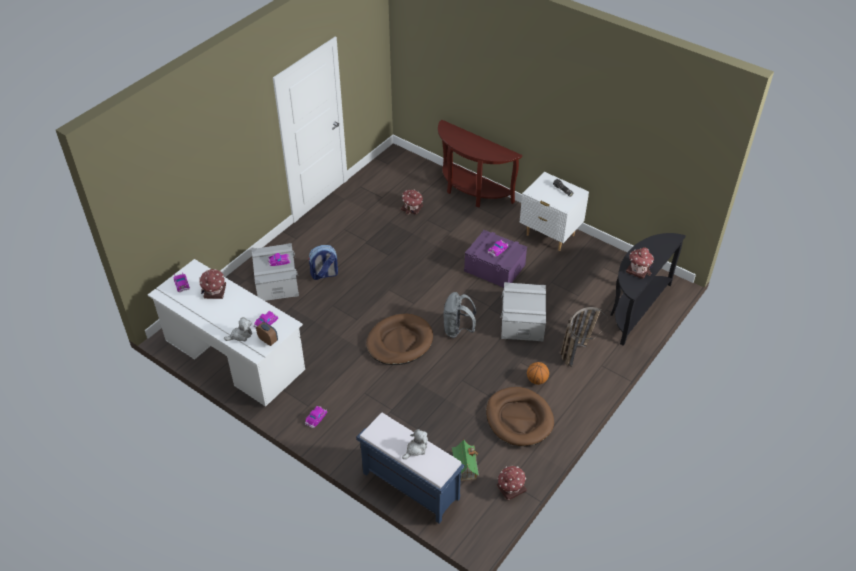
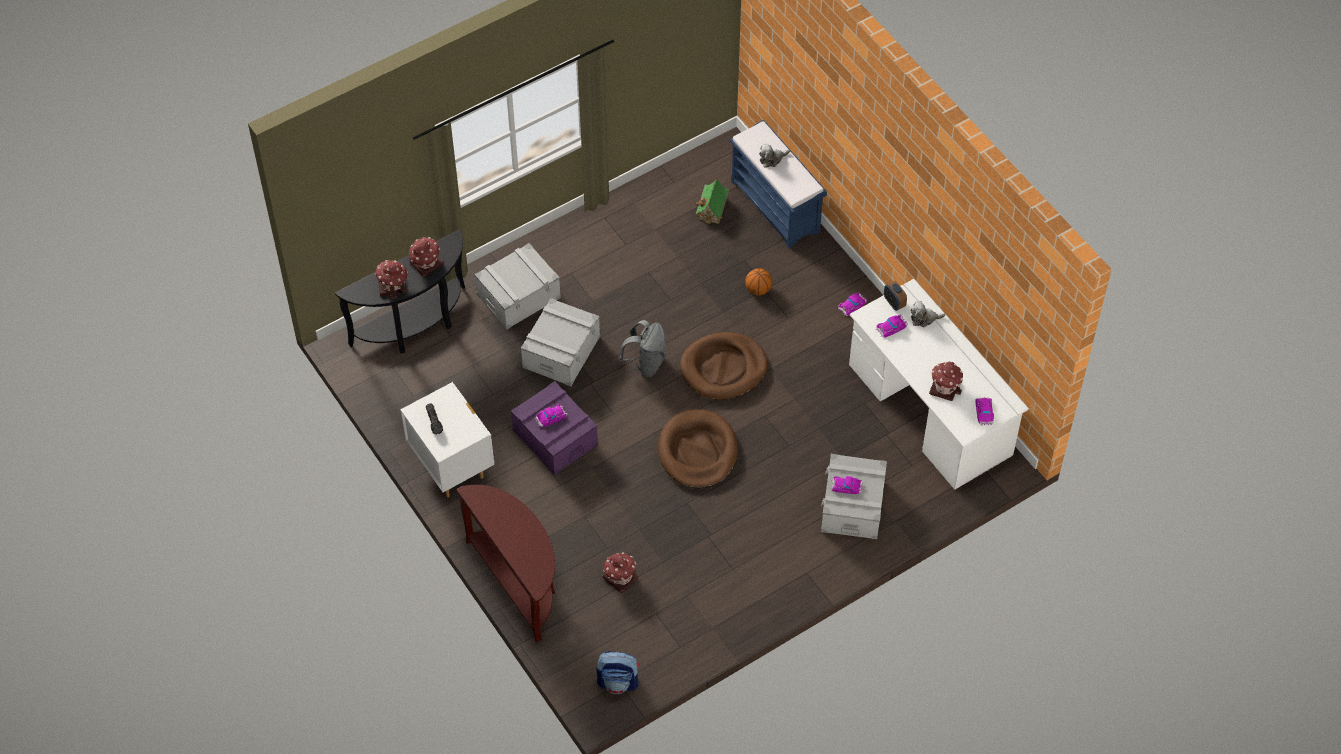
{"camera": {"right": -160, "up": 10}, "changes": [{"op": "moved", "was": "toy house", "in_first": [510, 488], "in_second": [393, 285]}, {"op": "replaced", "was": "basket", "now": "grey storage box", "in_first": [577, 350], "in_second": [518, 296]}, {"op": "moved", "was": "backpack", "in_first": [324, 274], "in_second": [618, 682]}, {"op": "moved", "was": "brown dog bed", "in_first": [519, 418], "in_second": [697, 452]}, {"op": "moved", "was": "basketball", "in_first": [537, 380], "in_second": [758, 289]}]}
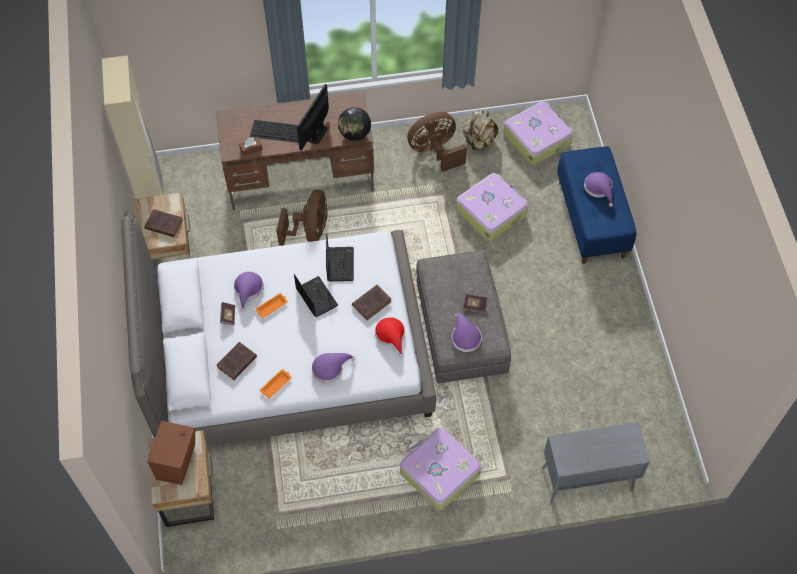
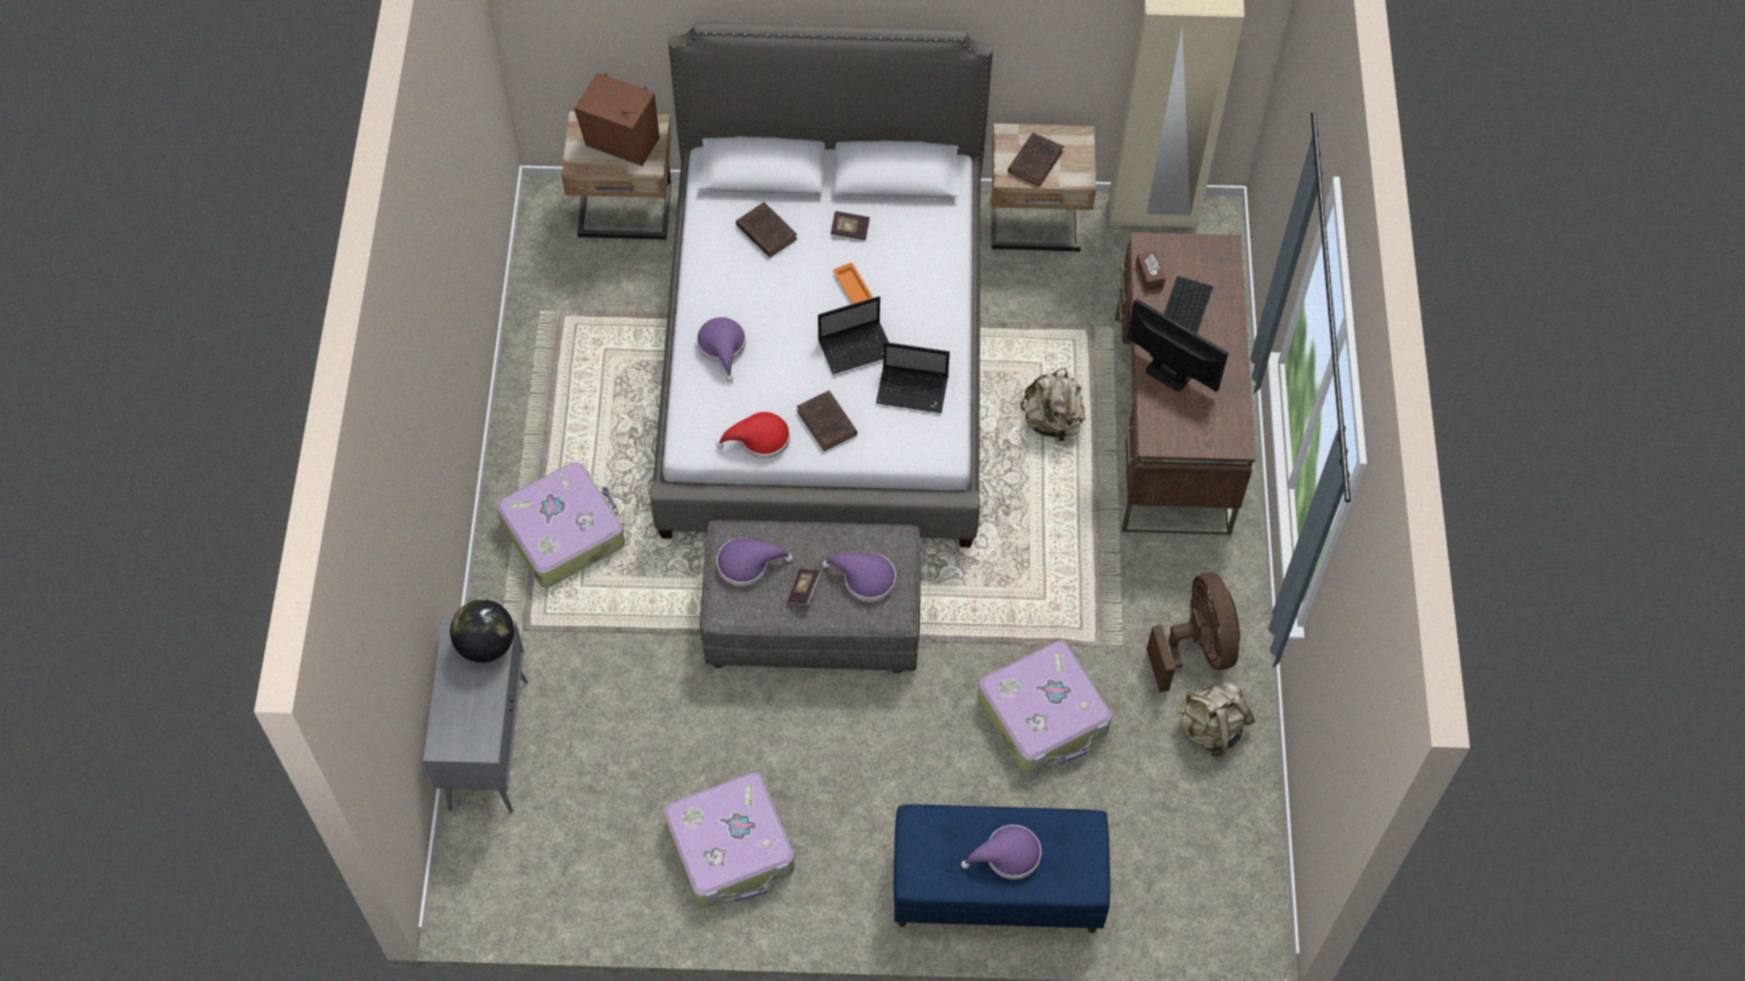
{"camera": {"right": 100, "up": 0}, "changes": [{"op": "moved", "was": "globe", "in_first": [354, 134], "in_second": [486, 645]}, {"op": "moved", "was": "suitcase", "in_first": [537, 138], "in_second": [731, 848]}, {"op": "moved", "was": "purple hat", "in_first": [248, 289], "in_second": [865, 578]}, {"op": "replaced", "was": "brown fan", "now": "beige backpack", "in_first": [310, 231], "in_second": [1052, 422]}, {"op": "removed", "was": "orange tray", "in_first": [276, 384]}]}
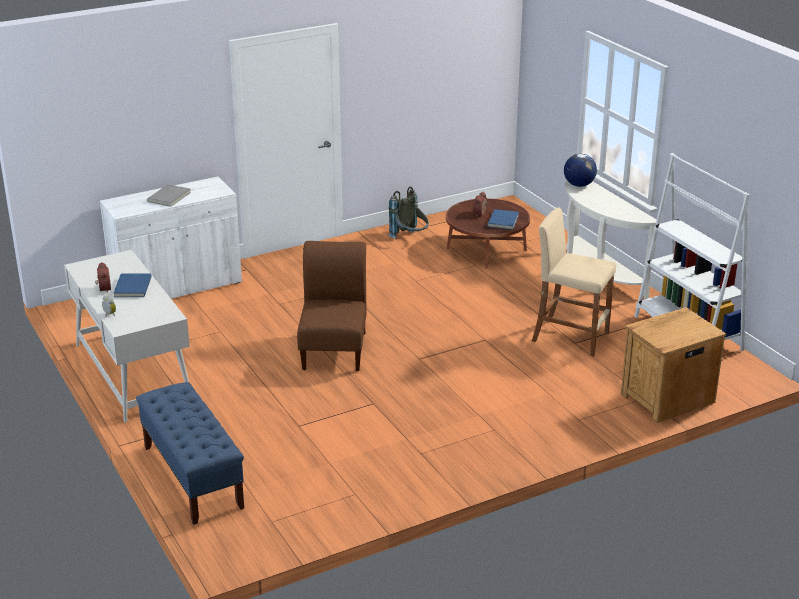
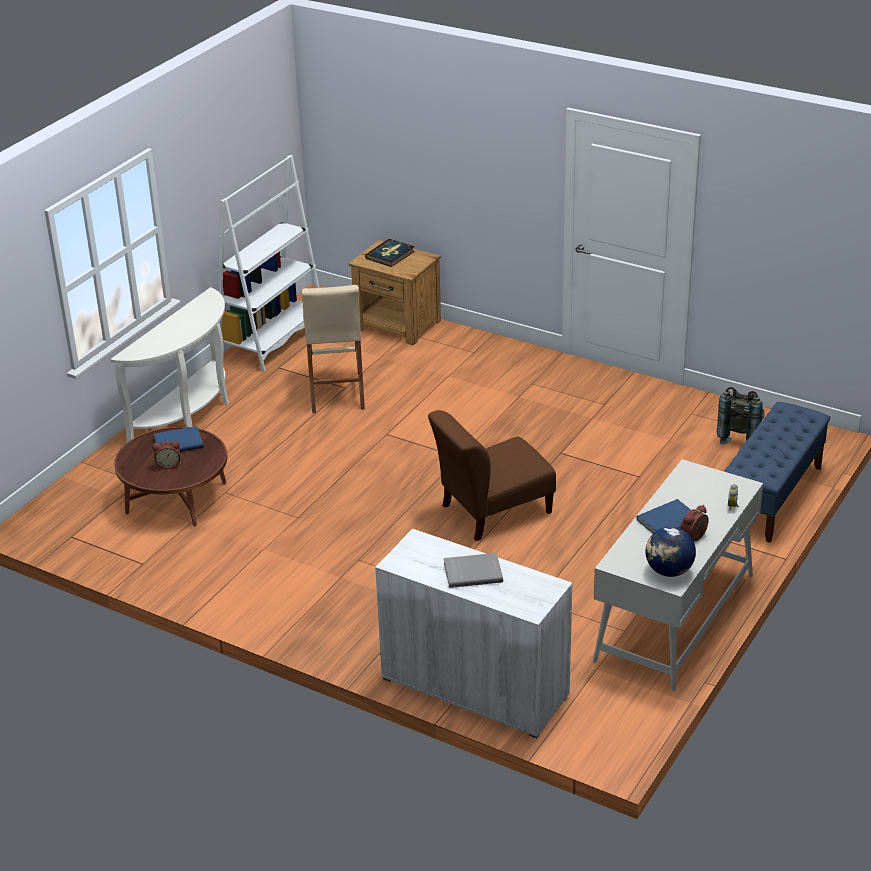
{"camera": {"right": -120, "up": 5}, "changes": [{"op": "added", "now": "book", "in_second": [390, 255]}, {"op": "moved", "was": "globe", "in_first": [579, 185], "in_second": [669, 571]}, {"op": "moved", "was": "grey backpack", "in_first": [410, 239], "in_second": [740, 437]}]}
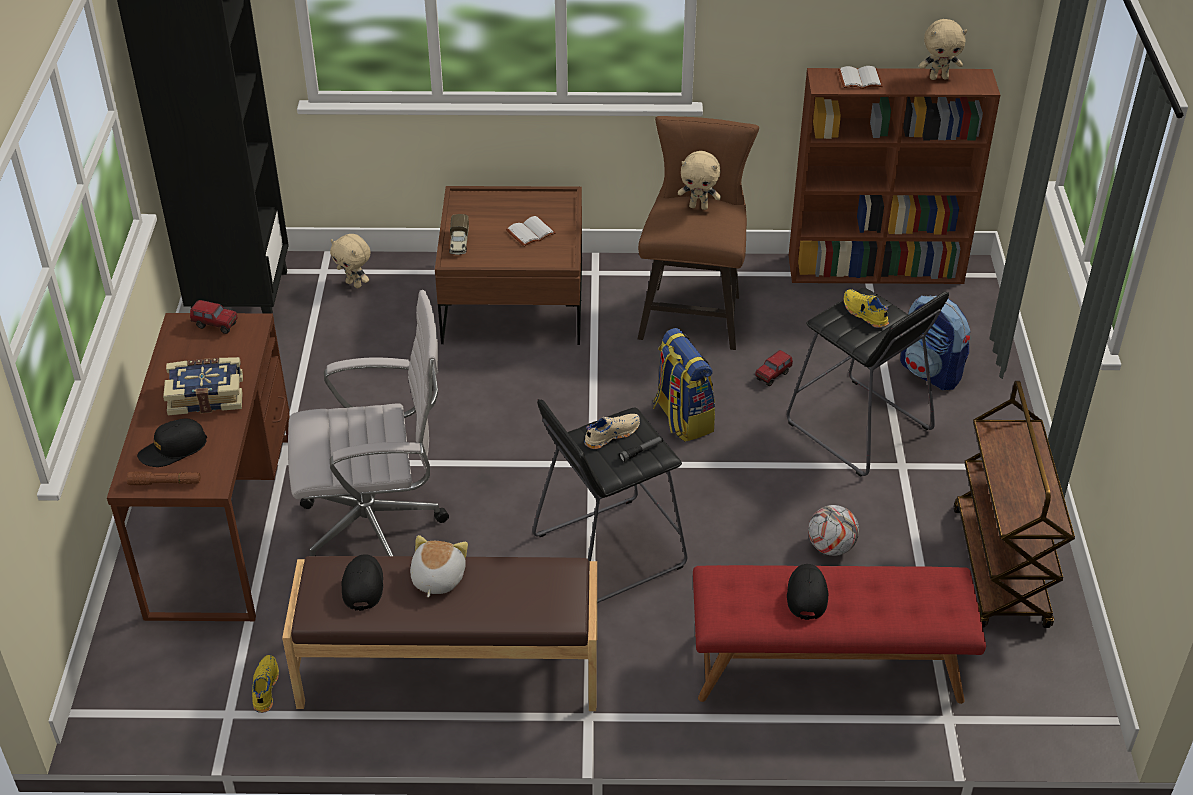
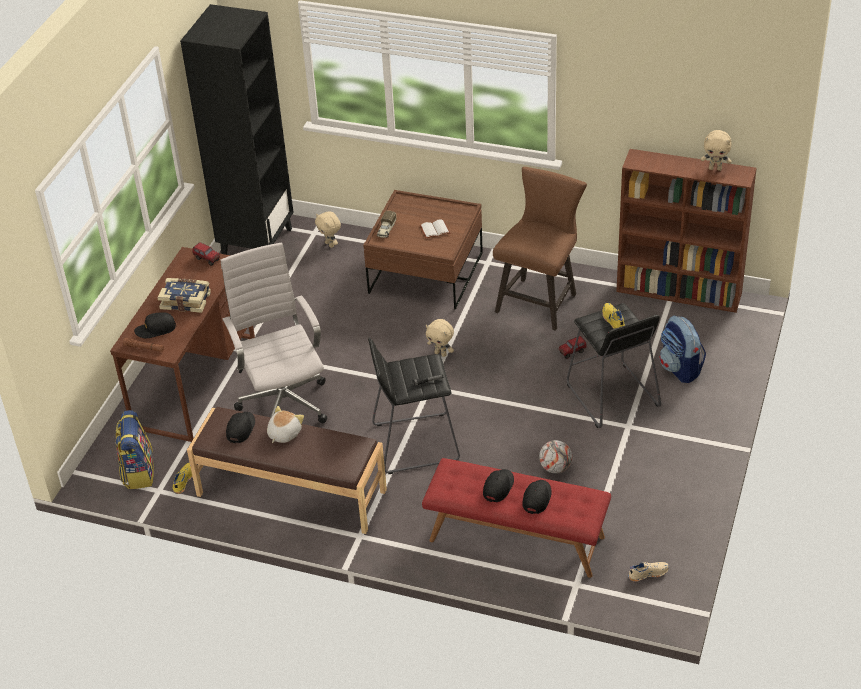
{"camera": {"right": 20, "up": 0}, "changes": [{"op": "moved", "was": "backpack", "in_first": [682, 418], "in_second": [138, 472]}, {"op": "turned", "was": "white office chair", "in_first": [378, 528], "in_second": [283, 402], "clockwise": -120}, {"op": "moved", "was": "beige plush toy", "in_first": [699, 206], "in_second": [441, 353]}, {"op": "added", "now": "black cap", "in_second": [537, 498]}, {"op": "moved", "was": "beige shoe", "in_first": [611, 435], "in_second": [647, 573]}, {"op": "removed", "was": "white book", "in_first": [860, 79]}, {"op": "removed", "was": "brown cart", "in_first": [1000, 568]}]}
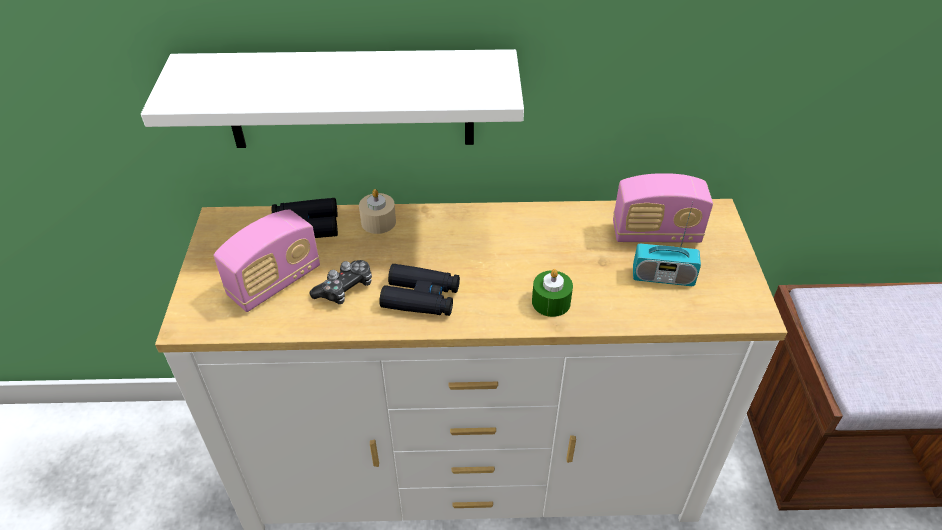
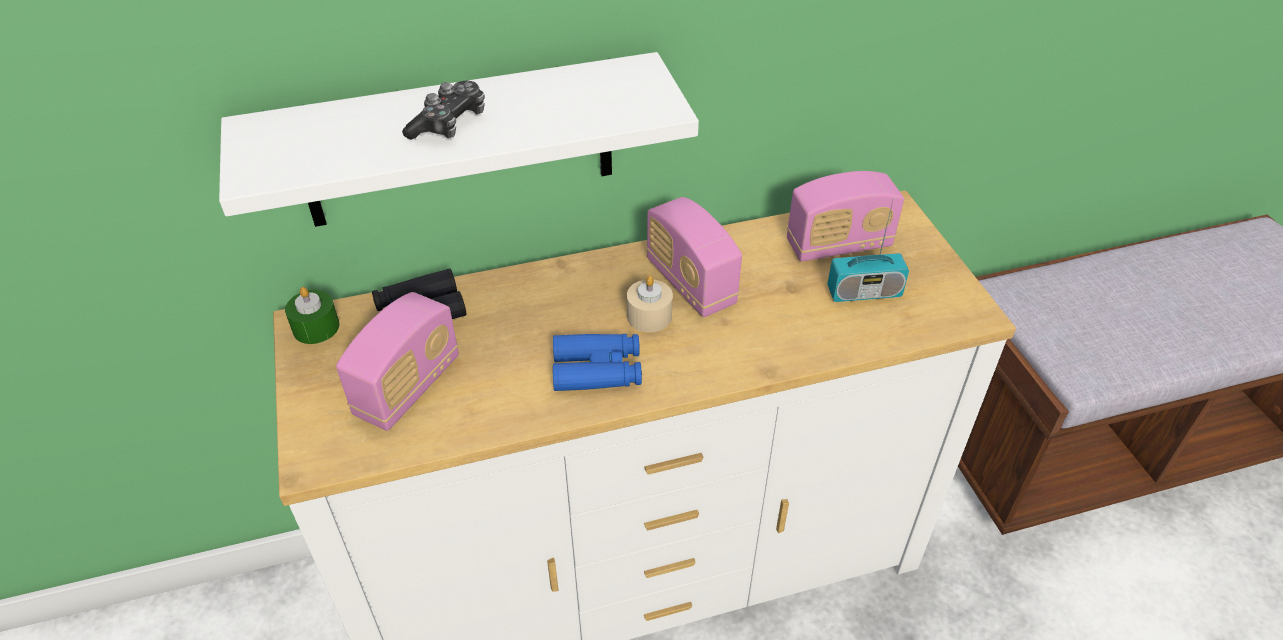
{"camera": {"right": -15, "up": 0}, "changes": [{"op": "moved", "was": "green candle", "in_first": [551, 302], "in_second": [316, 327]}, {"op": "moved", "was": "game controller", "in_first": [345, 288], "in_second": [449, 123]}, {"op": "recoloured", "was": "black binoculars", "now": "blue binoculars", "in_first": [421, 297], "in_second": [597, 370]}, {"op": "moved", "was": "beige candle", "in_first": [378, 222], "in_second": [649, 316]}, {"op": "added", "now": "radio", "in_second": [690, 283]}]}
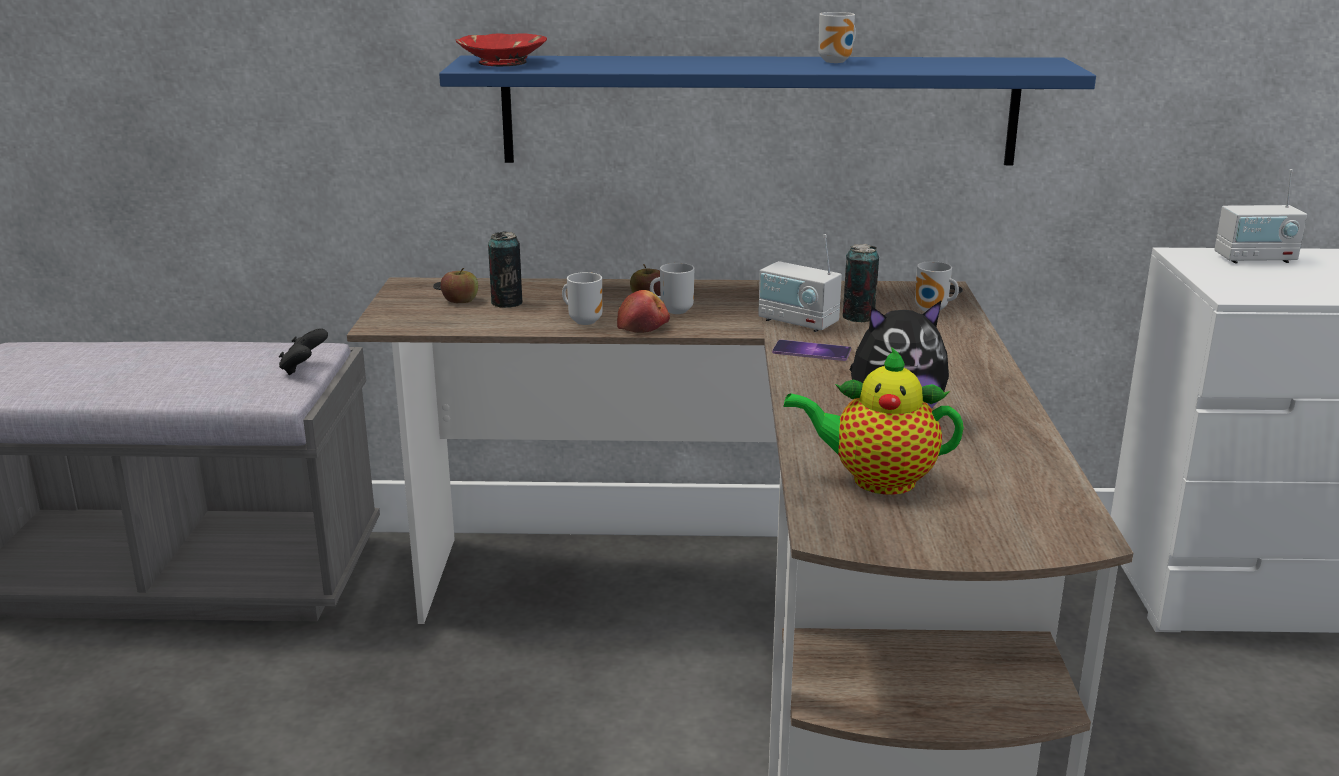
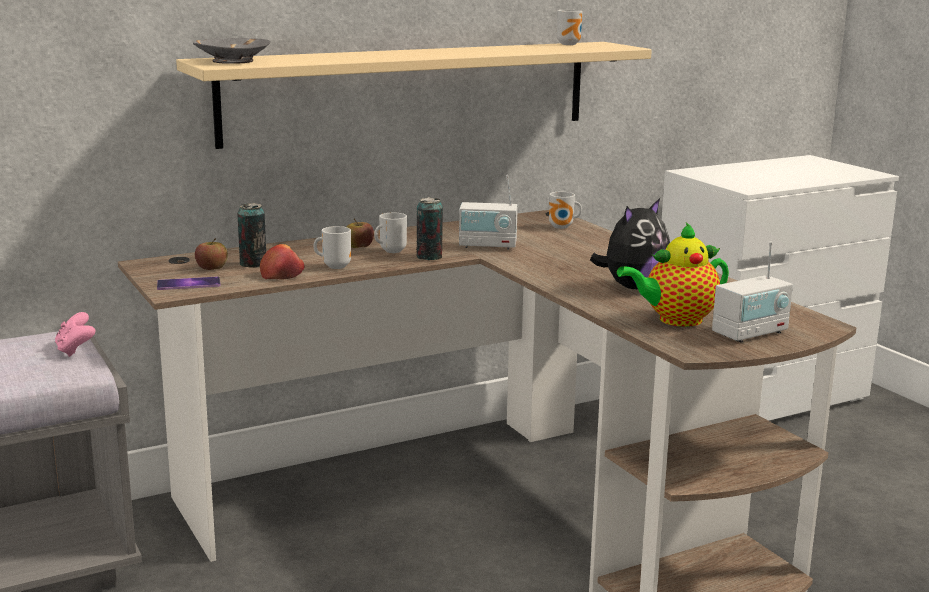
{"camera": {"right": -30, "up": -5}, "changes": [{"op": "recoloured", "was": "black game controller", "now": "pink game controller", "in_first": [304, 369], "in_second": [75, 350]}, {"op": "moved", "was": "phone", "in_first": [811, 351], "in_second": [189, 284]}, {"op": "recoloured", "was": "blue shelf", "now": "beige shelf", "in_first": [759, 110], "in_second": [410, 91]}, {"op": "recoloured", "was": "red bowl", "now": "grey bowl", "in_first": [502, 62], "in_second": [232, 61]}, {"op": "moved", "was": "apple", "in_first": [643, 326], "in_second": [283, 274]}, {"op": "moved", "was": "can", "in_first": [858, 317], "in_second": [429, 257]}, {"op": "moved", "was": "mug", "in_first": [837, 61], "in_second": [570, 44]}, {"op": "moved", "was": "radio", "in_first": [1255, 259], "in_second": [750, 333]}]}
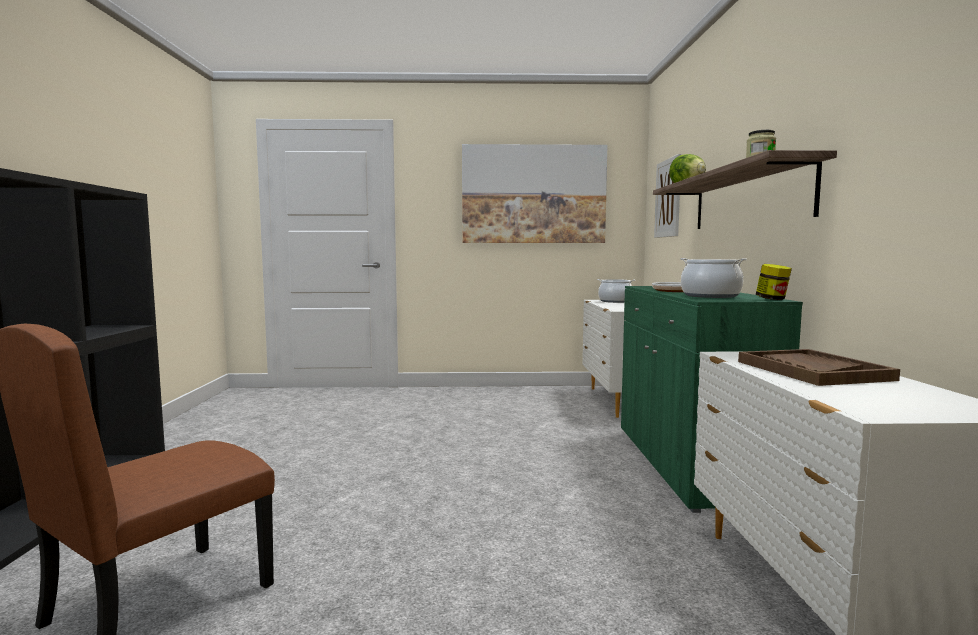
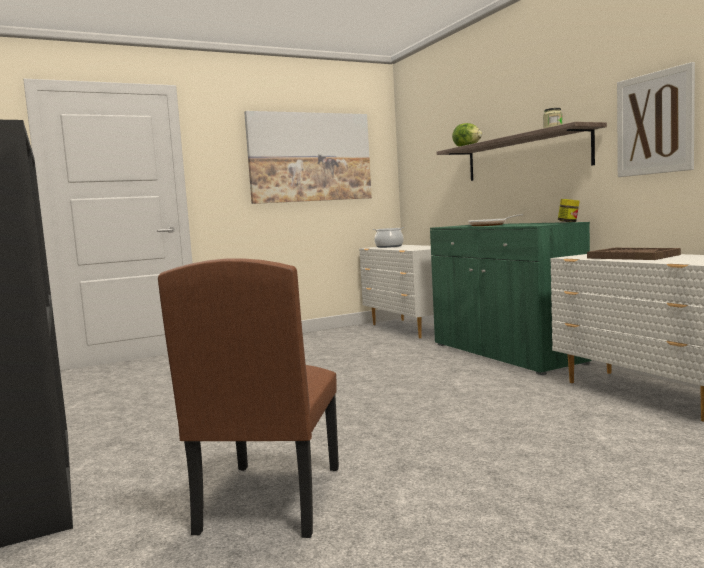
{"camera": {"right": -25, "up": 0}, "changes": [{"op": "moved", "was": "picture", "in_first": [668, 198], "in_second": [654, 123]}, {"op": "removed", "was": "cooking pot", "in_first": [710, 296]}]}
